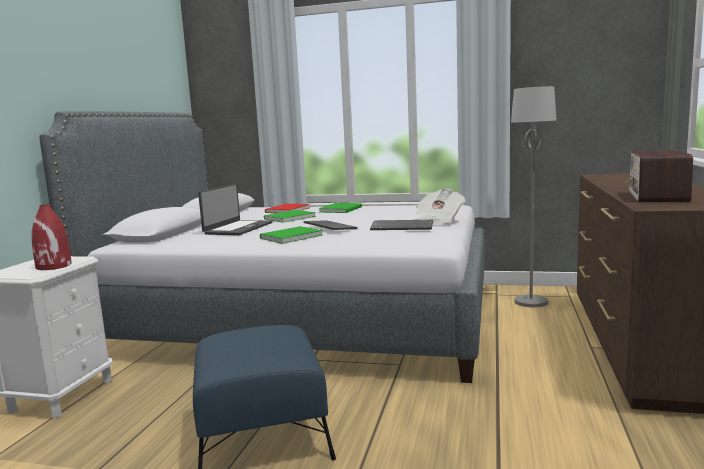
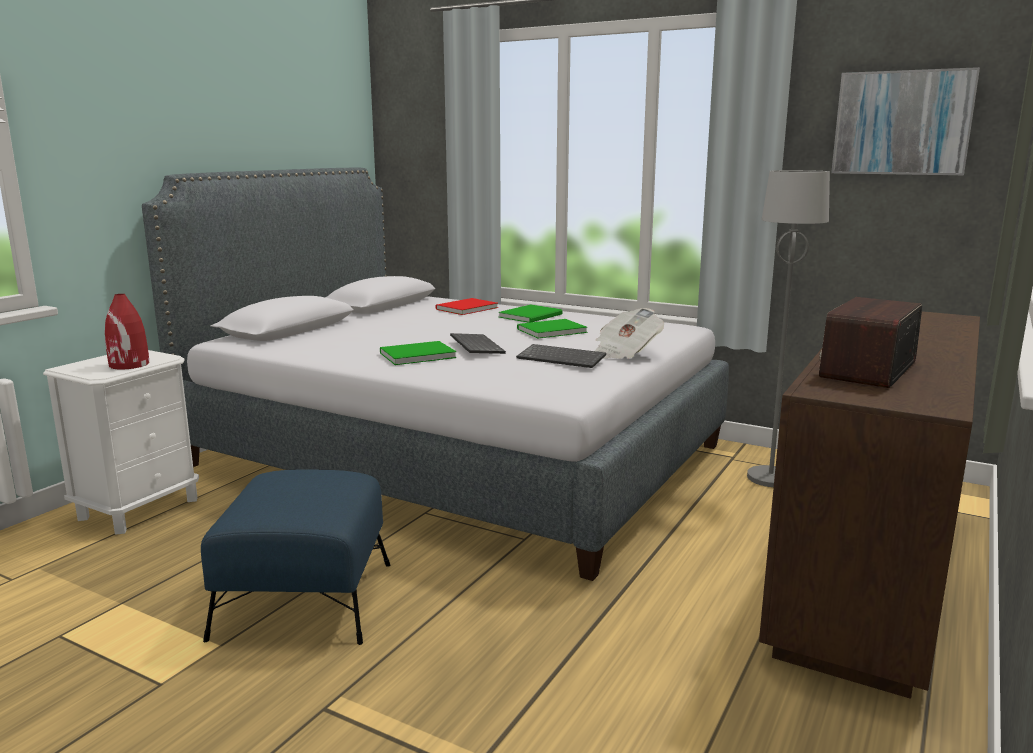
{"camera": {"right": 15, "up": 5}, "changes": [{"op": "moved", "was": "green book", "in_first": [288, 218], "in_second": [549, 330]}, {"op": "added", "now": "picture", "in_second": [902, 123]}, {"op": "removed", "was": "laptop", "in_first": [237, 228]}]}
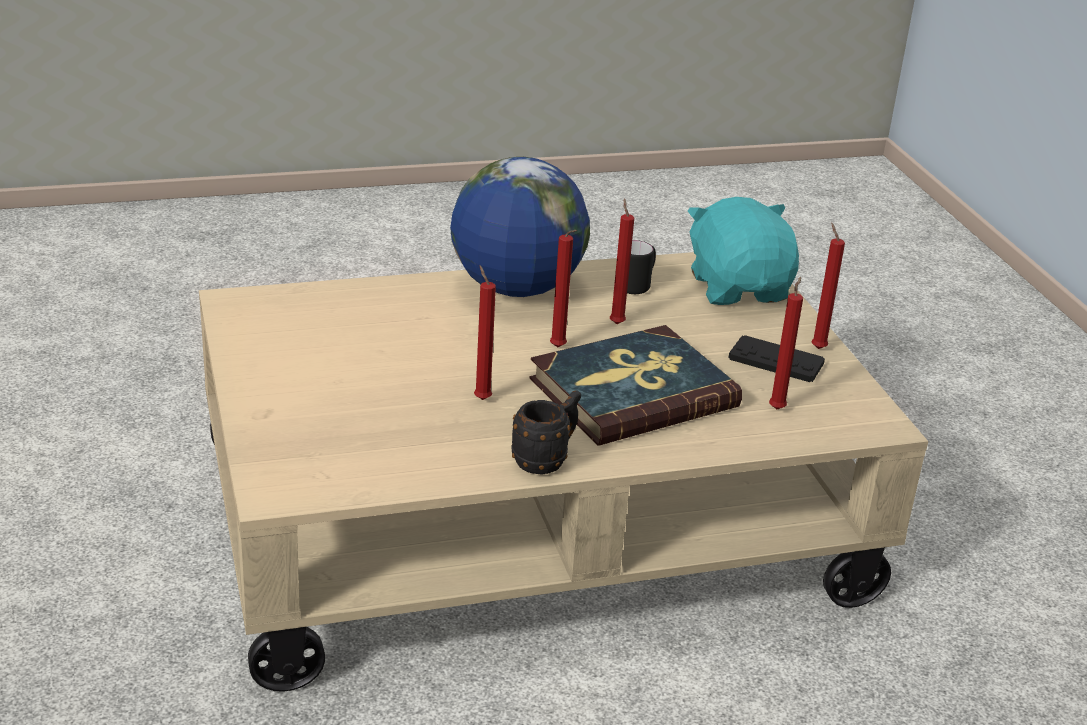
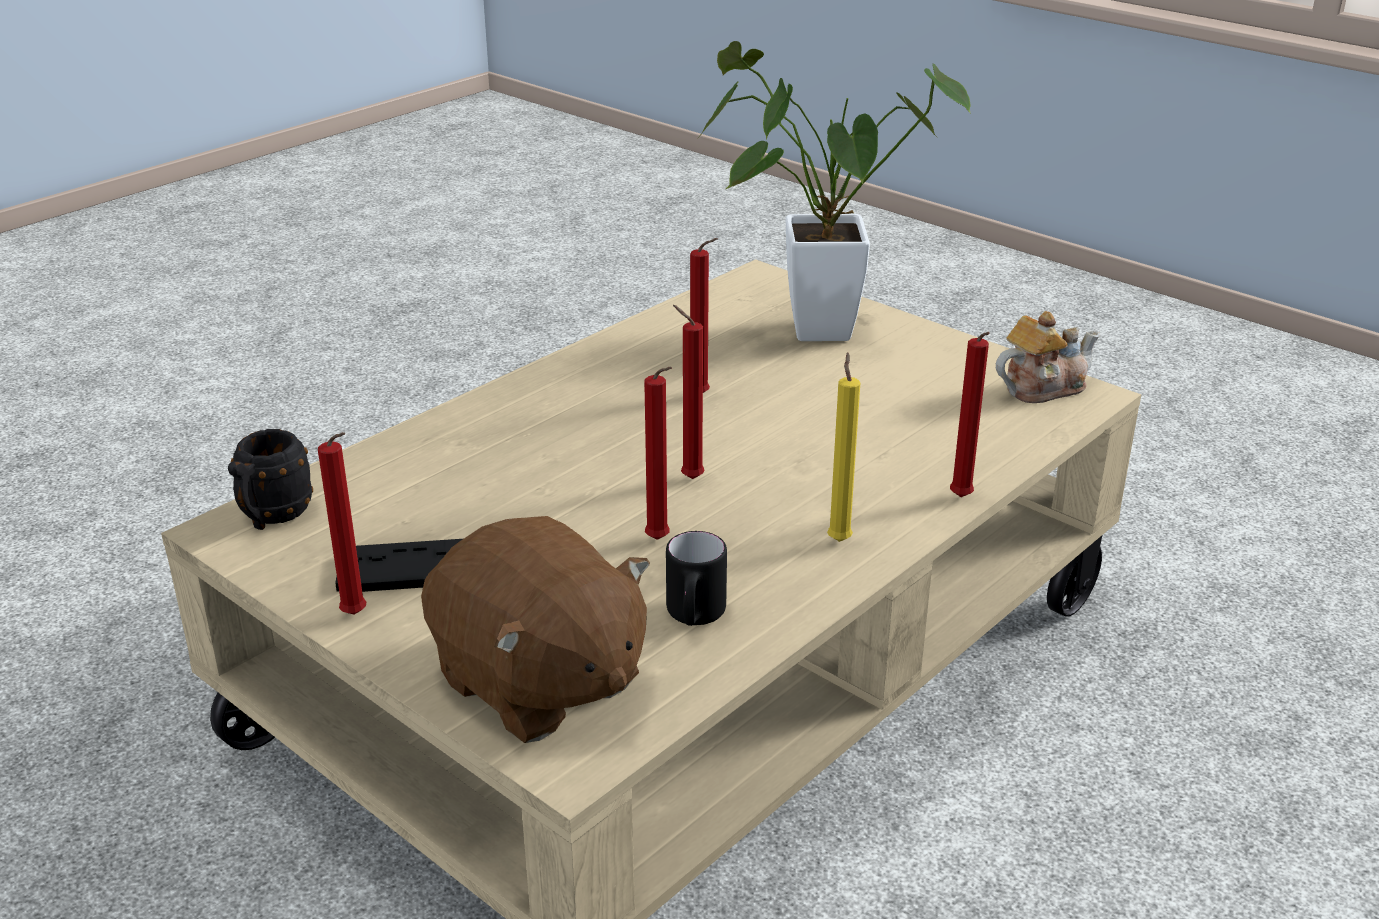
{"camera": {"right": 150, "up": 0}, "changes": [{"op": "moved", "was": "black mug", "in_first": [546, 460], "in_second": [271, 517]}, {"op": "recoloured", "was": "turquoise plush toy", "now": "brown plush toy", "in_first": [739, 288], "in_second": [538, 683]}, {"op": "added", "now": "potted plant", "in_second": [804, 330]}, {"op": "replaced", "was": "globe", "now": "yellow candle", "in_first": [516, 289], "in_second": [839, 539]}, {"op": "moved", "was": "red candle", "in_first": [777, 408], "in_second": [962, 499]}, {"op": "added", "now": "teapot", "in_second": [1041, 388]}, {"op": "removed", "was": "book", "in_first": [632, 392]}]}
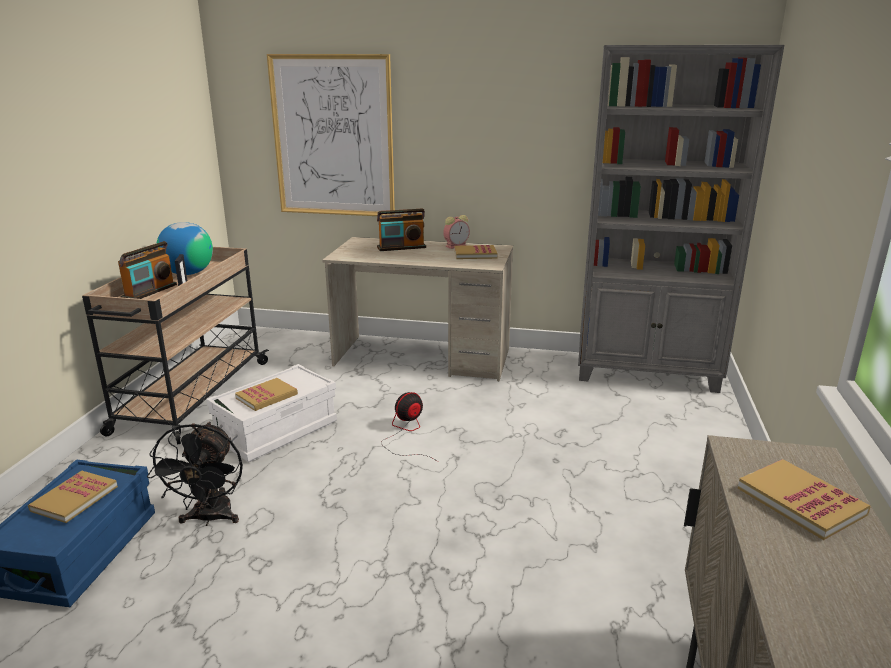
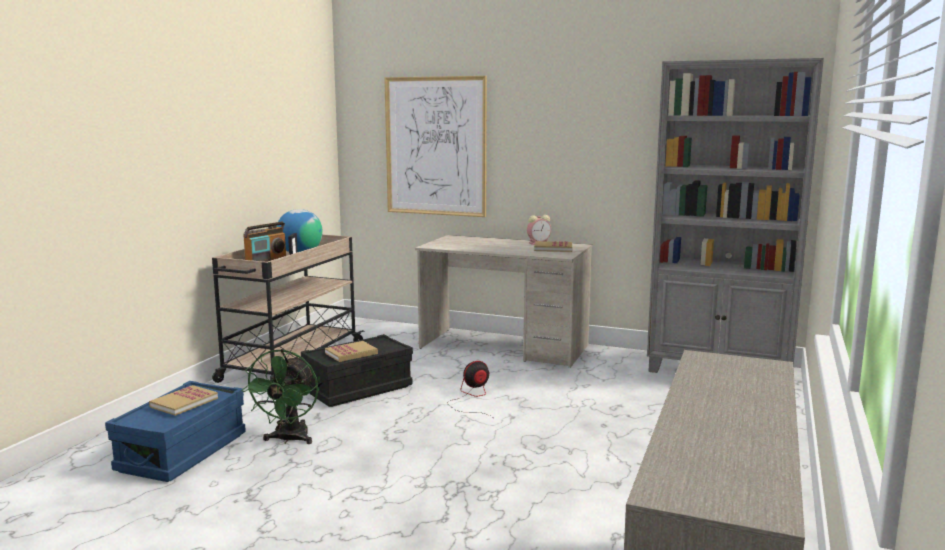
{"camera": {"right": 10, "up": -10}, "changes": [{"op": "recoloured", "was": "black fan", "now": "green fan", "in_first": [210, 518], "in_second": [289, 439]}, {"op": "recoloured", "was": "white storage box", "now": "black storage box", "in_first": [277, 431], "in_second": [358, 389]}, {"op": "removed", "was": "radio", "in_first": [401, 247]}, {"op": "removed", "was": "book", "in_first": [800, 501]}]}
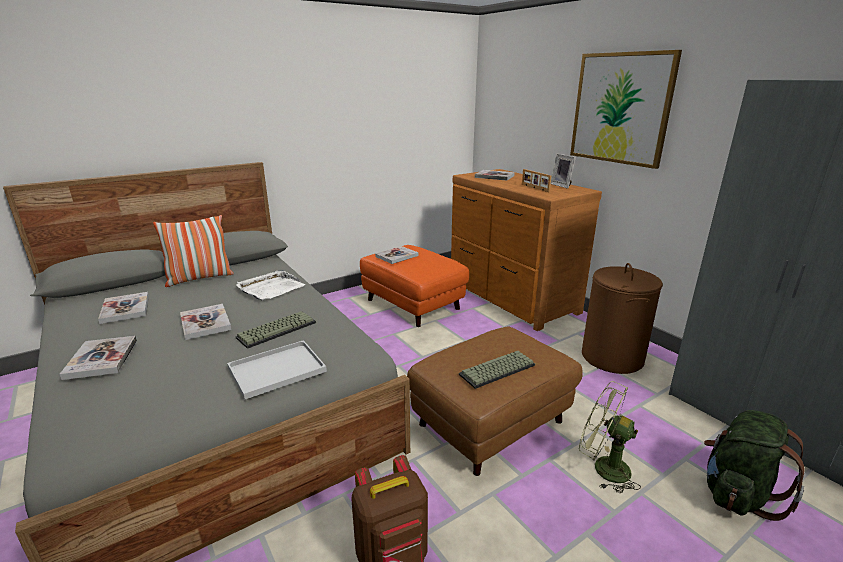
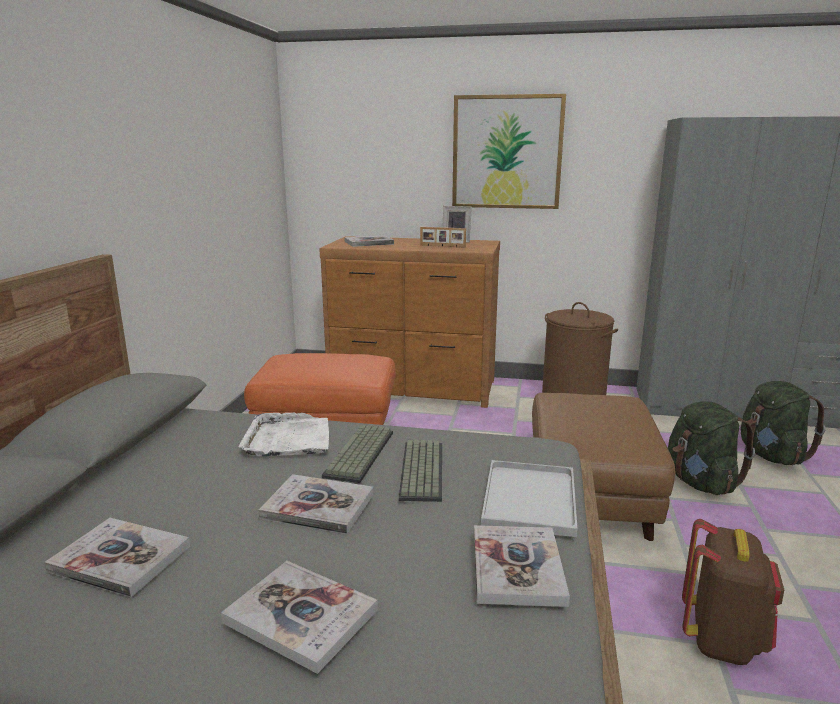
{"camera": {"right": -45, "up": -5}, "changes": [{"op": "moved", "was": "keyboard", "in_first": [497, 371], "in_second": [361, 455]}, {"op": "moved", "was": "book", "in_first": [397, 256], "in_second": [517, 567]}, {"op": "replaced", "was": "green fan", "now": "green backpack", "in_first": [603, 467], "in_second": [700, 483]}, {"op": "removed", "was": "pillow", "in_first": [199, 278]}]}
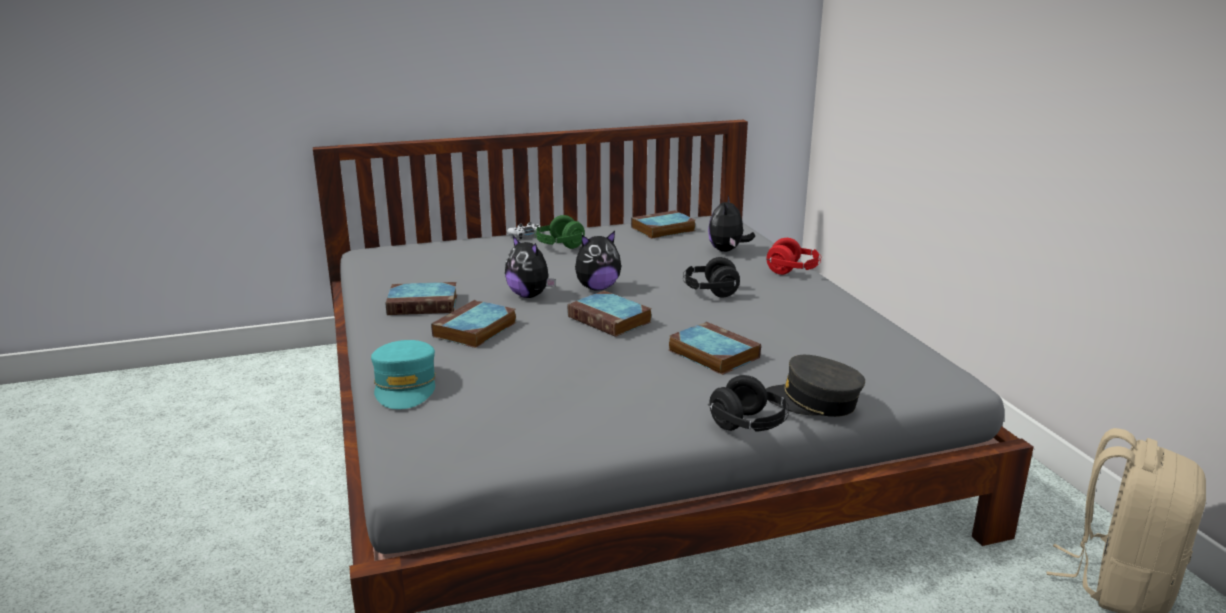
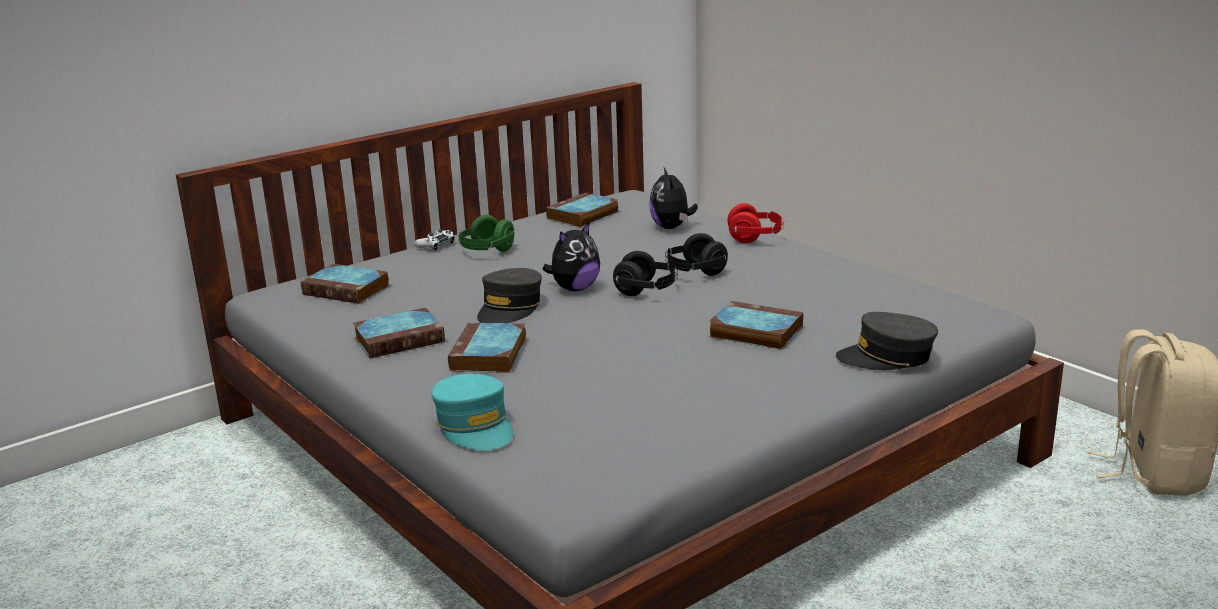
{"camera": {"right": -20, "up": 0}, "changes": [{"op": "moved", "was": "book", "in_first": [611, 320], "in_second": [348, 290]}, {"op": "replaced", "was": "plush toy", "now": "grey cap", "in_first": [530, 295], "in_second": [510, 309]}, {"op": "moved", "was": "black headphones", "in_first": [748, 426], "in_second": [646, 291]}]}
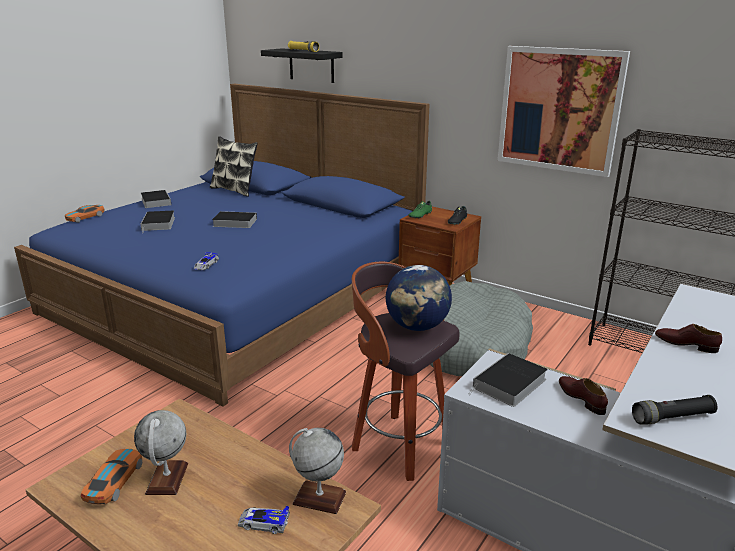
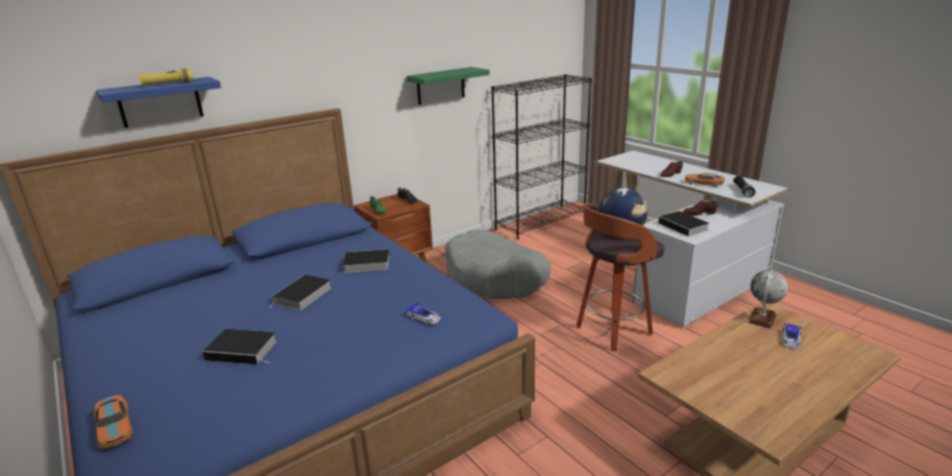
{"camera": {"right": -70, "up": 0}, "changes": [{"op": "recoloured", "was": "black shelf", "now": "blue shelf", "in_first": [311, 65], "in_second": [160, 102]}, {"op": "moved", "was": "book", "in_first": [155, 201], "in_second": [365, 264]}, {"op": "replaced", "was": "picture", "now": "green shelf", "in_first": [559, 110], "in_second": [440, 86]}, {"op": "moved", "was": "toy car", "in_first": [114, 482], "in_second": [703, 183]}, {"op": "removed", "was": "globe", "in_first": [167, 478]}, {"op": "removed", "was": "pillow", "in_first": [235, 190]}]}
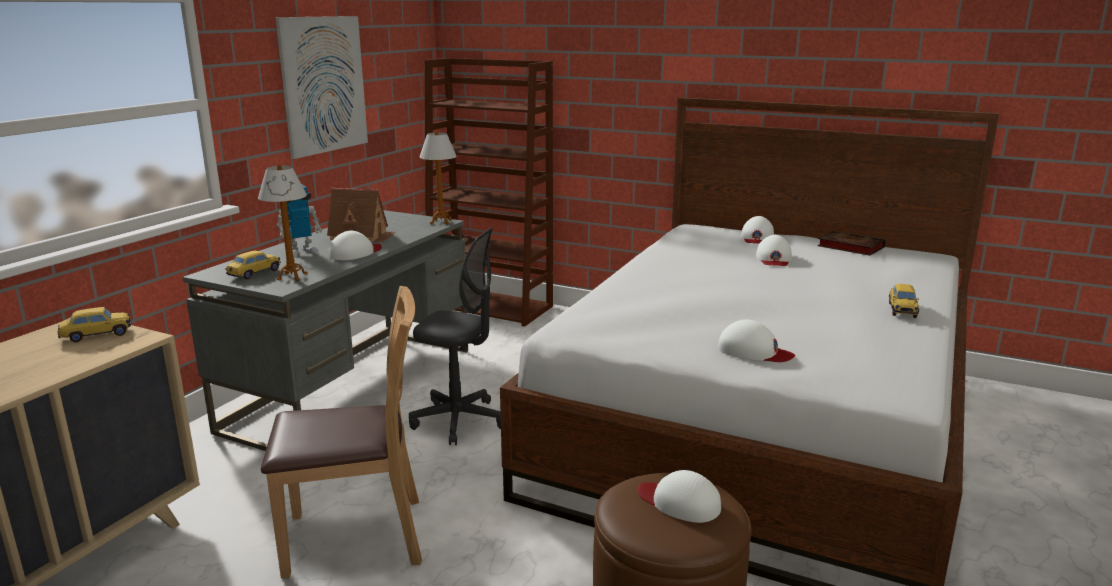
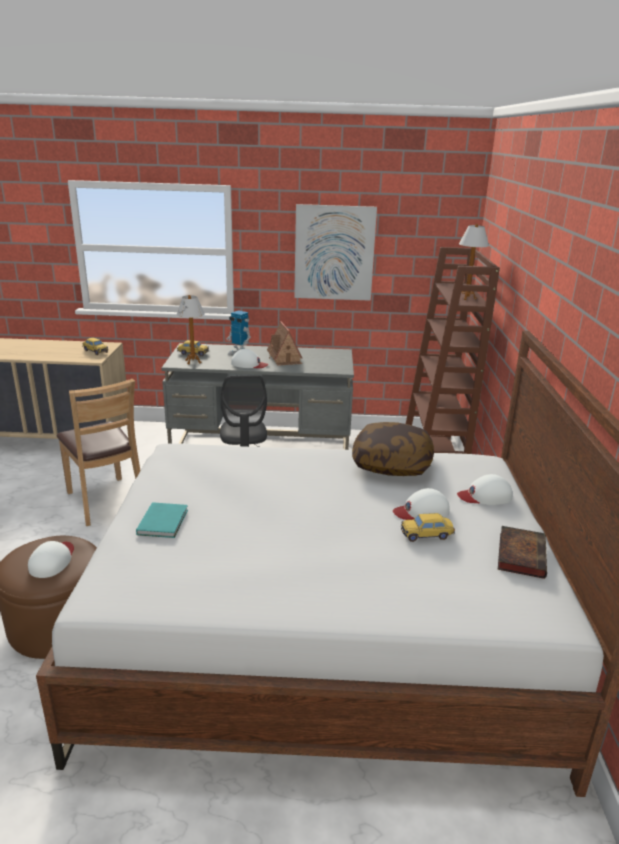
{"camera": {"right": 65, "up": 5}, "changes": [{"op": "replaced", "was": "white cap", "now": "turquoise book", "in_first": [754, 351], "in_second": [164, 521]}, {"op": "added", "now": "pillow", "in_second": [392, 463]}, {"op": "moved", "was": "toy car", "in_first": [902, 310], "in_second": [426, 535]}, {"op": "moved", "was": "table lamp", "in_first": [441, 222], "in_second": [466, 298]}]}
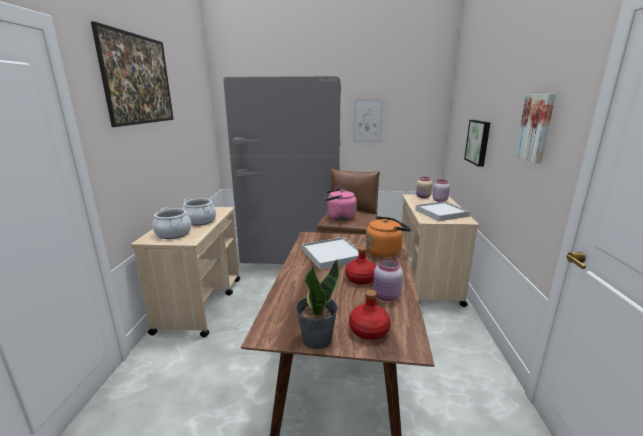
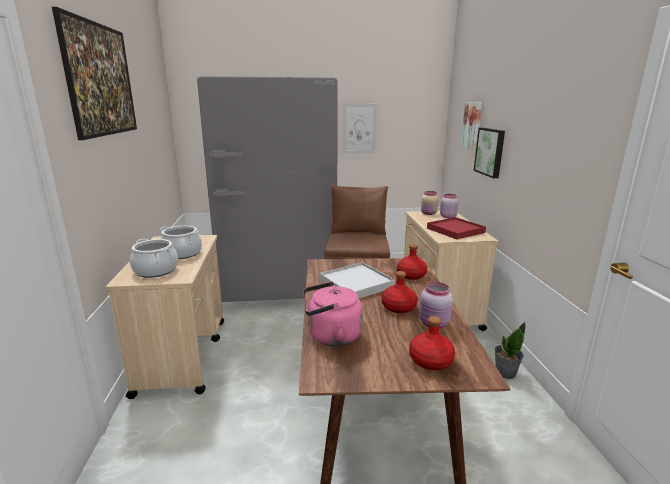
{"camera": {"right": -10, "up": 0}, "changes": [{"op": "moved", "was": "pink kettle", "in_first": [339, 217], "in_second": [330, 336]}, {"op": "replaced", "was": "orange kettle", "now": "red bottle", "in_first": [385, 251], "in_second": [411, 275]}, {"op": "recoloured", "was": "white tray", "now": "red tray", "in_first": [441, 213], "in_second": [455, 230]}, {"op": "moved", "was": "picture", "in_first": [536, 127], "in_second": [472, 125]}, {"op": "moved", "was": "potted plant", "in_first": [316, 339], "in_second": [505, 372]}]}
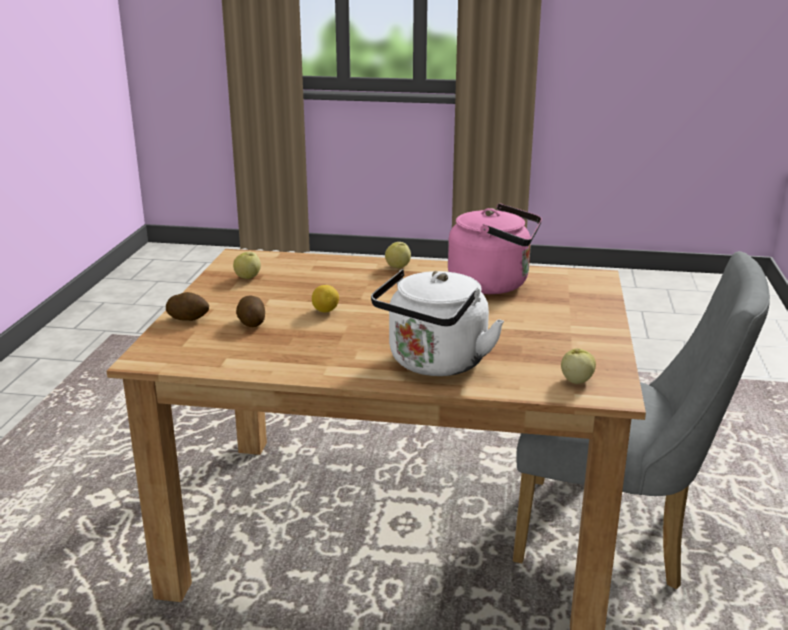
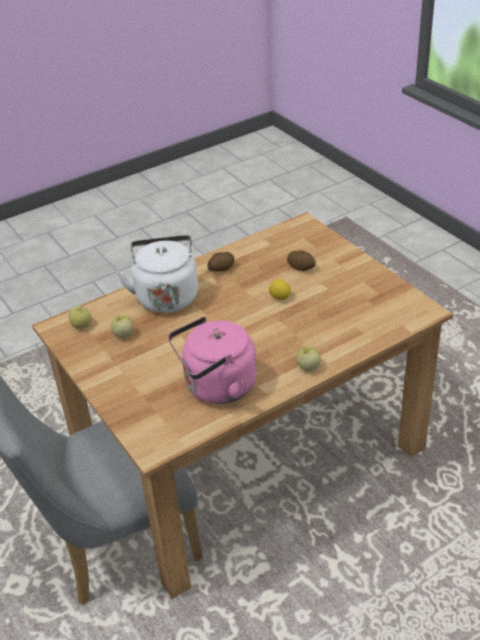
{"camera": {"right": 140, "up": 15}, "changes": [{"op": "moved", "was": "apple", "in_first": [248, 277], "in_second": [123, 335]}, {"op": "moved", "was": "potato", "in_first": [188, 318], "in_second": [221, 269]}]}
